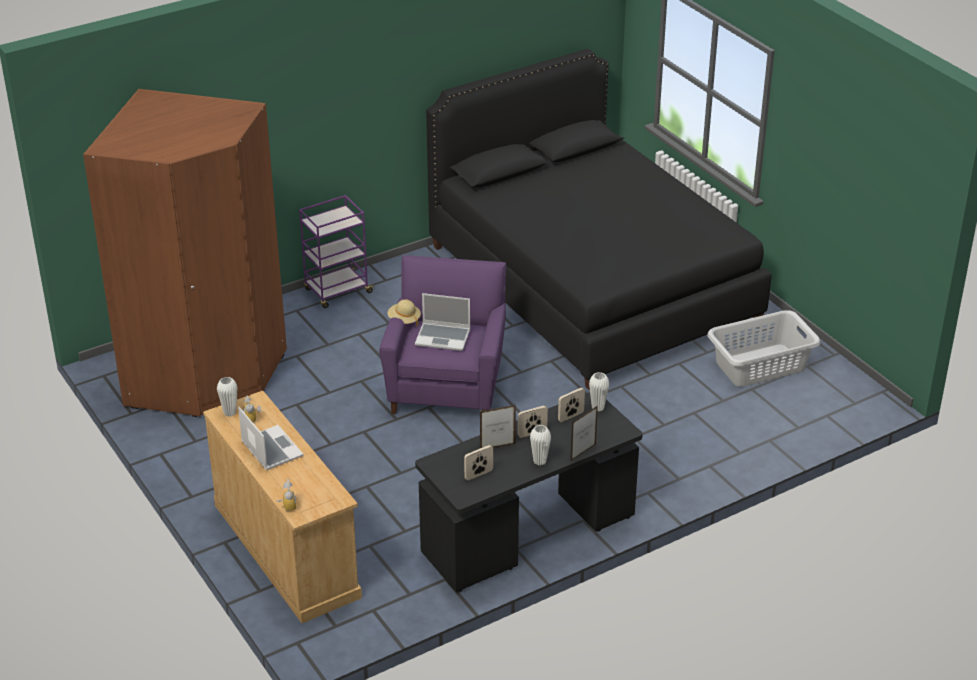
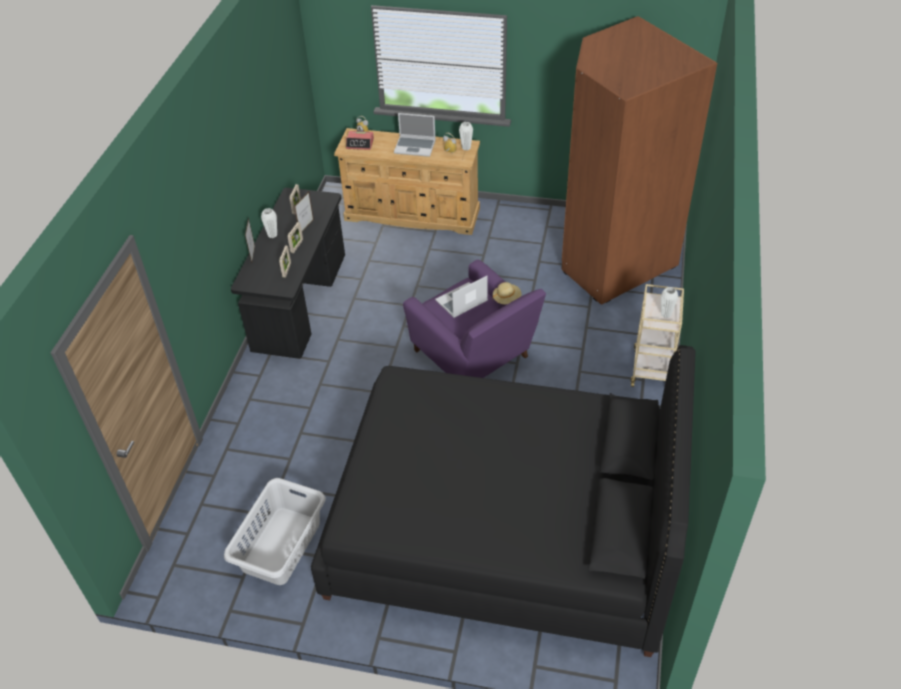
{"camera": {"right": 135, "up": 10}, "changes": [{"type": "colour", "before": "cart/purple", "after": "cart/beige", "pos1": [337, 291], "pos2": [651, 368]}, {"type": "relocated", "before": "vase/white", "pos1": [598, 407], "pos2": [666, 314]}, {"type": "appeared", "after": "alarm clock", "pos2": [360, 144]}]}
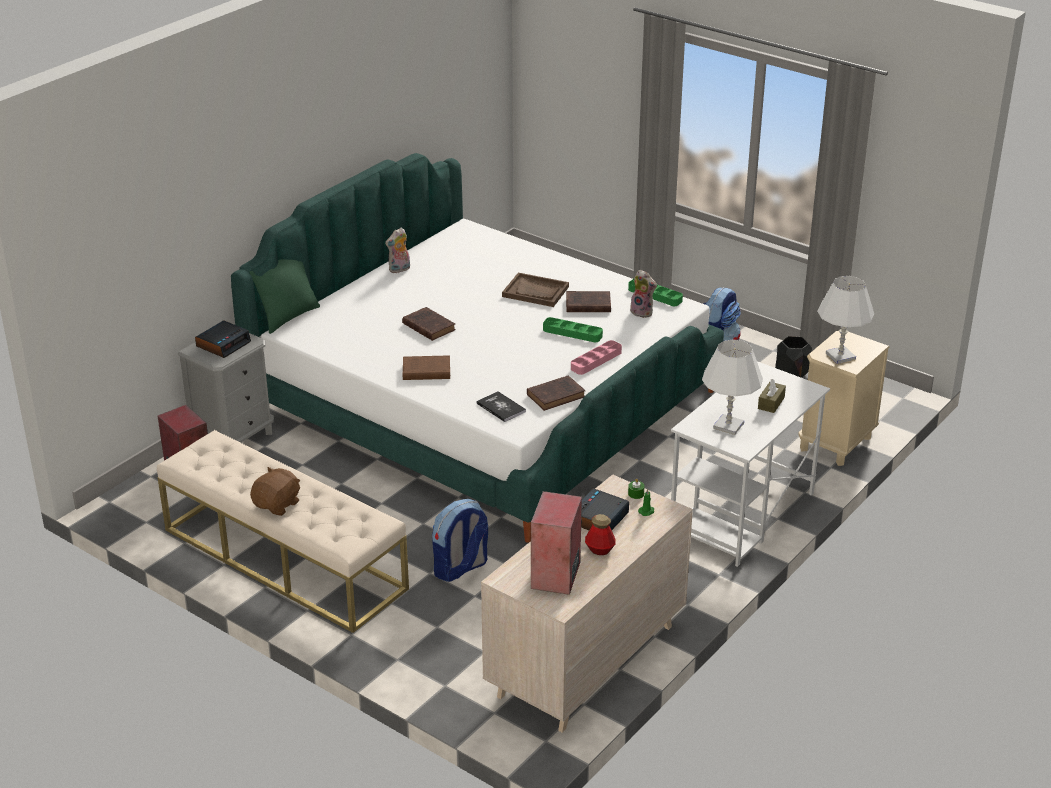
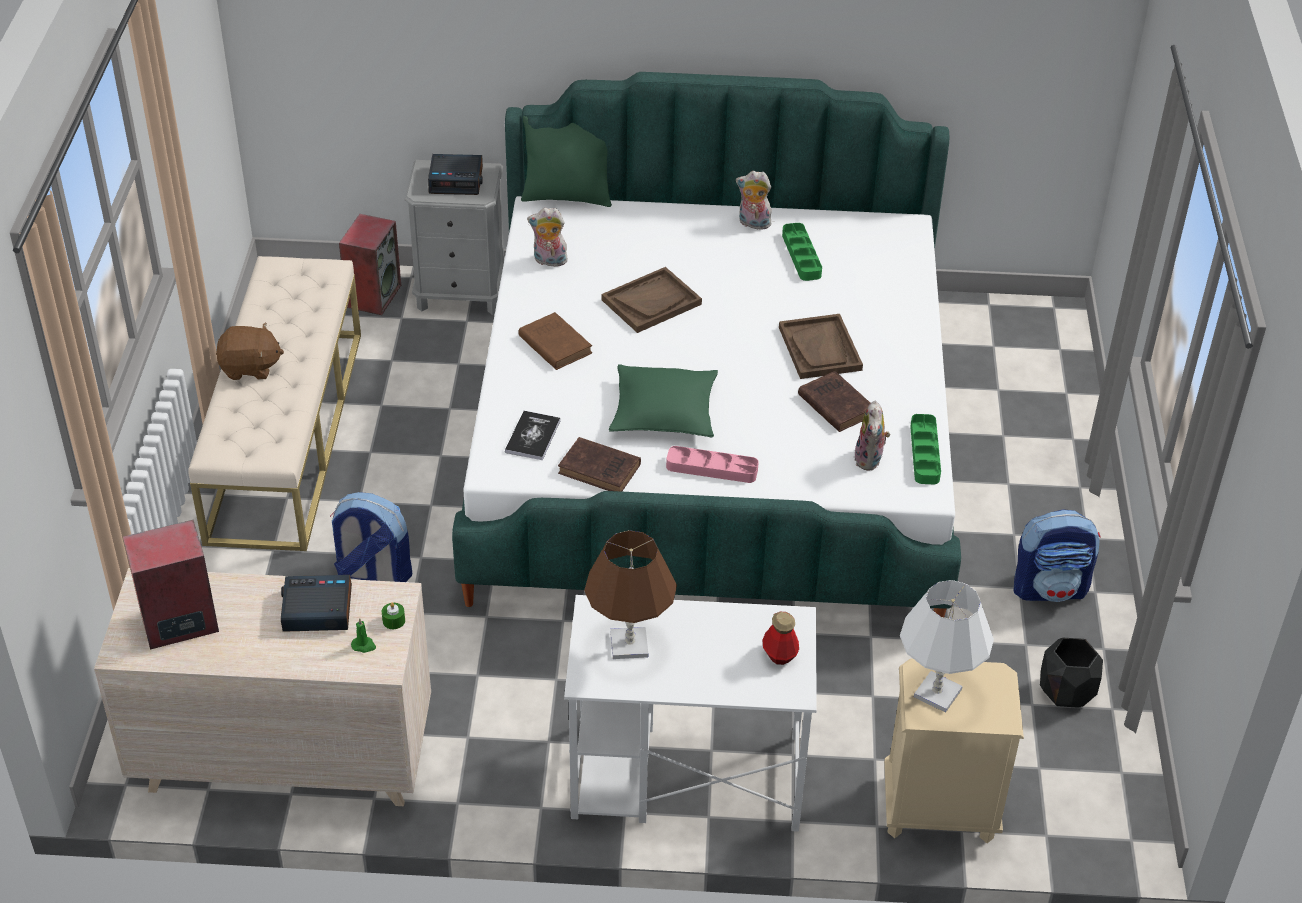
{"camera": {"right": 55, "up": 10}, "changes": [{"type": "exchanged", "before": "book/brown", "after": "tray/brown", "pos1": [428, 326], "pos2": [651, 302]}, {"type": "relocated", "before": "tray/green", "pos1": [572, 333], "pos2": [801, 255]}, {"type": "relocated", "before": "bottle", "pos1": [600, 550], "pos2": [779, 655]}, {"type": "colour", "before": "table lamp/white", "after": "table lamp/brown", "pos1": [728, 425], "pos2": [629, 644]}, {"type": "missing", "before": "tissue box/brown", "pos1": [771, 403]}, {"type": "appeared", "after": "plush toy", "pos2": [549, 261]}, {"type": "appeared", "after": "pillow/green", "pos2": [664, 412]}]}
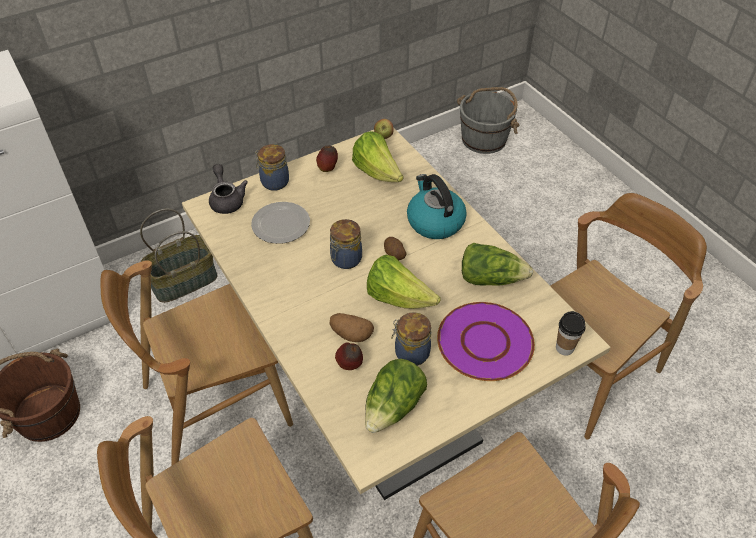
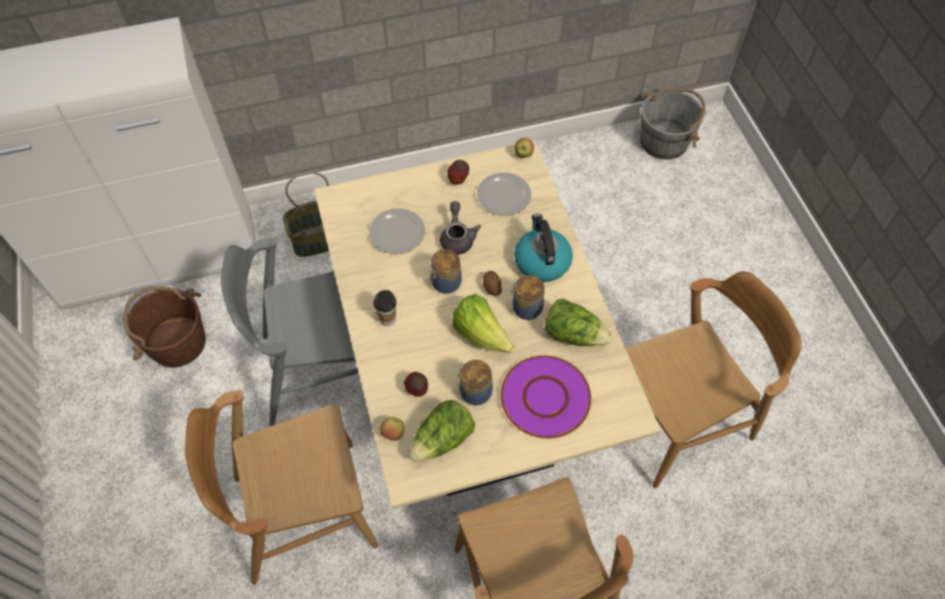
{"camera": {"right": 15, "up": 10}, "changes": [{"type": "colour", "before": "chair/brown", "after": "chair/grey", "pos1": [215, 404], "pos2": [322, 369]}, {"type": "relocated", "before": "teapot/grey", "pos1": [227, 200], "pos2": [457, 237]}, {"type": "relocated", "before": "jar", "pos1": [273, 182], "pos2": [526, 307]}, {"type": "missing", "before": "potato", "pos1": [351, 334]}, {"type": "exchanged", "before": "lettuce", "after": "plate", "pos1": [377, 173], "pos2": [504, 195]}, {"type": "relocated", "before": "cup", "pos1": [564, 348], "pos2": [387, 319]}, {"type": "appeared", "after": "apple", "pos2": [393, 433]}]}
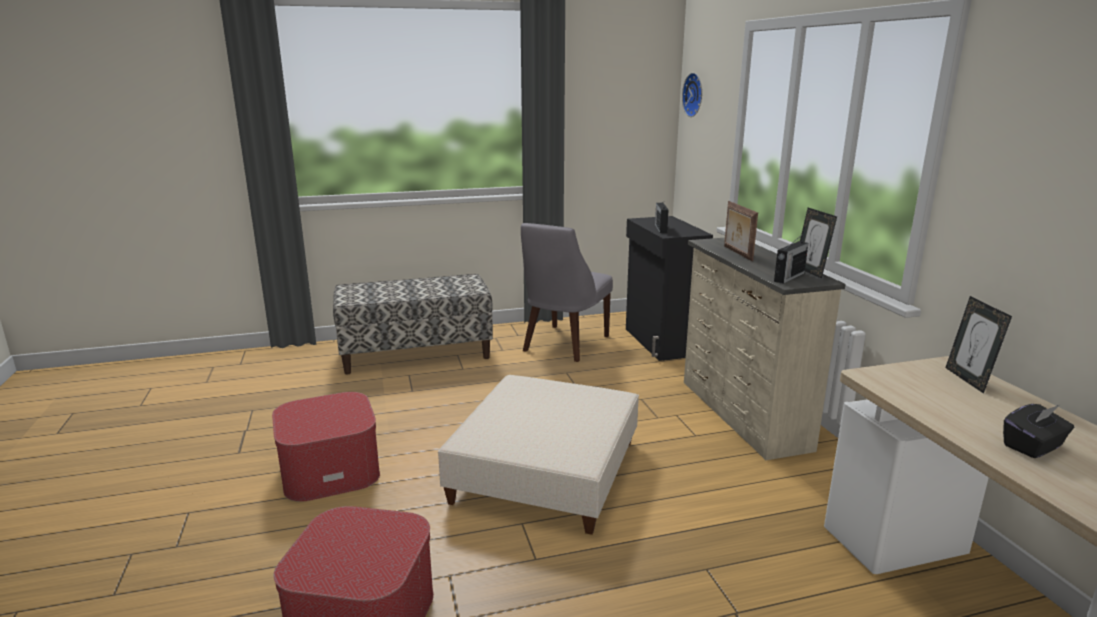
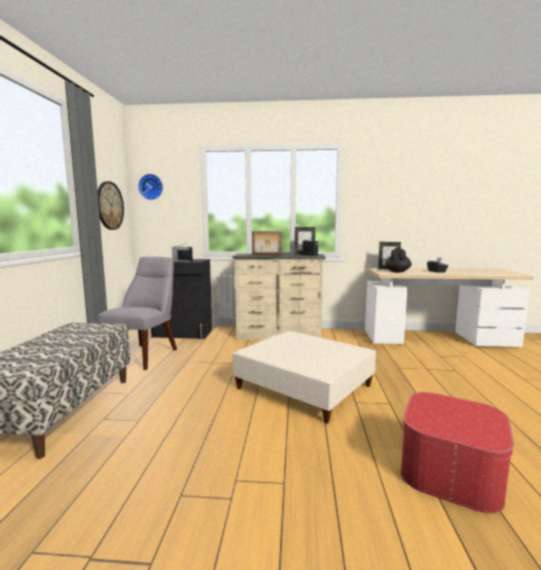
{"camera": {"right": -70, "up": -10}, "changes": [{"type": "missing", "before": "ottoman", "pos1": [330, 470]}, {"type": "spun", "before": "chair/grey", "pos1": [563, 345], "pos2": [145, 355], "turn": -120}, {"type": "appeared", "after": "wall clock", "pos2": [109, 205]}, {"type": "appeared", "after": "teapot/black", "pos2": [397, 271]}]}
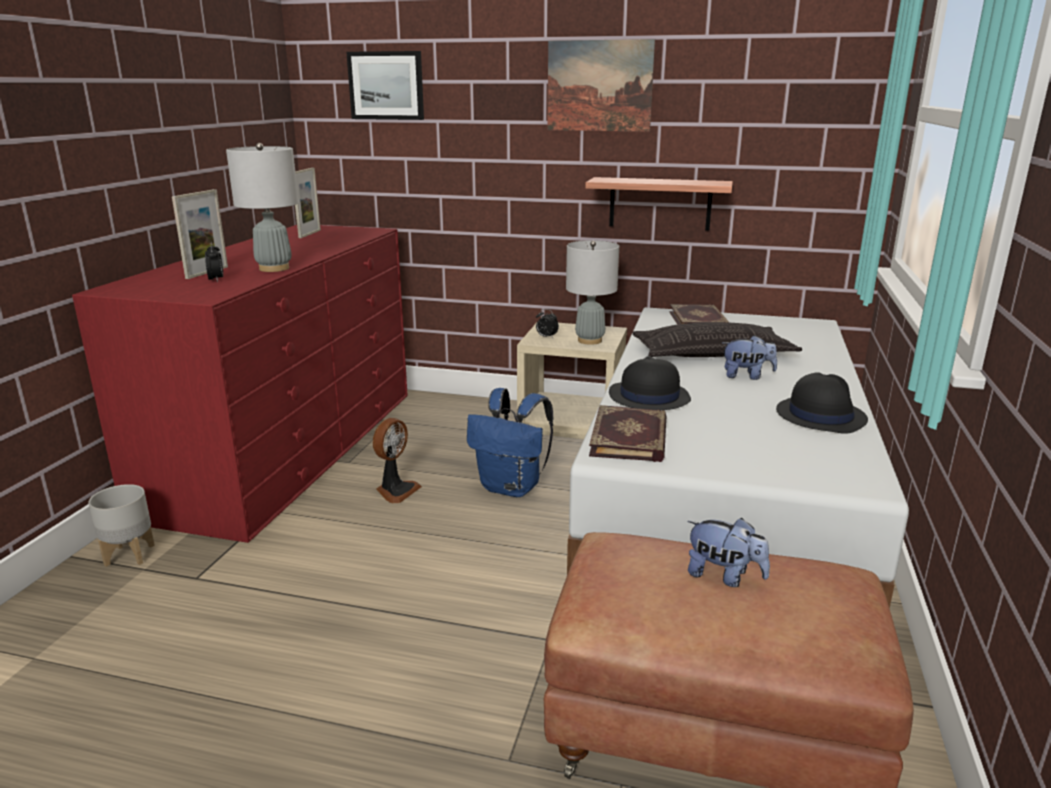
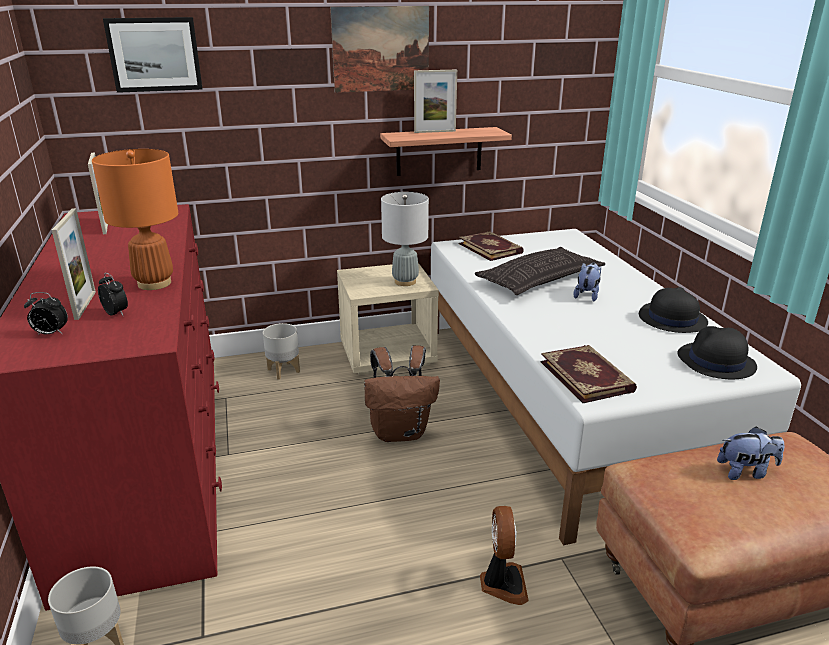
{"camera": {"right": -30, "up": 5}, "changes": [{"type": "colour", "before": "table lamp/grey", "after": "table lamp/orange", "pos1": [274, 268], "pos2": [154, 283]}, {"type": "relocated", "before": "fan", "pos1": [396, 490], "pos2": [502, 583]}, {"type": "colour", "before": "backpack/blue", "after": "backpack/brown", "pos1": [512, 487], "pos2": [400, 432]}, {"type": "relocated", "before": "alarm clock", "pos1": [546, 337], "pos2": [50, 334]}, {"type": "relocated", "before": "hat/black", "pos1": [648, 397], "pos2": [715, 362]}, {"type": "spun", "before": "plush toy", "pos1": [746, 376], "pos2": [587, 295], "turn": -45}, {"type": "appeared", "after": "planter/grey", "pos2": [284, 371]}, {"type": "appeared", "after": "picture frame", "pos2": [435, 132]}]}
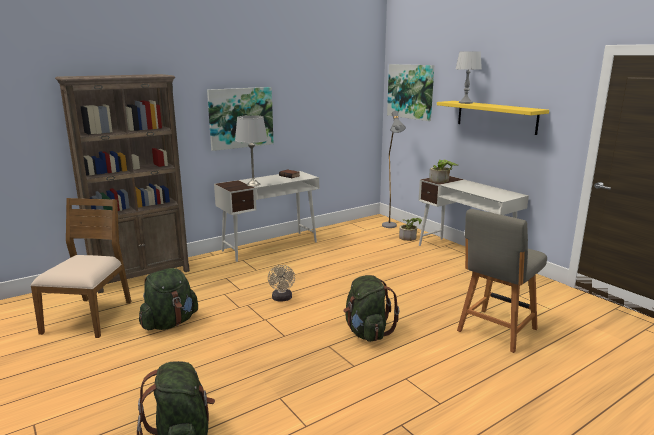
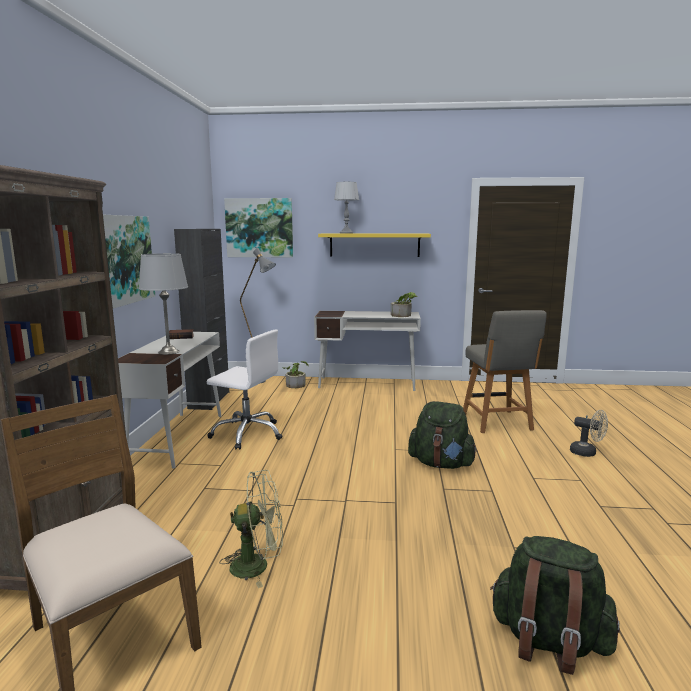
{"camera": {"right": -50, "up": -5}, "changes": [{"type": "exchanged", "before": "backpack/green", "after": "fan/green", "pos1": [170, 323], "pos2": [258, 565]}, {"type": "relocated", "before": "fan/beige", "pos1": [282, 299], "pos2": [587, 453]}, {"type": "relocated", "before": "potted plant", "pos1": [441, 180], "pos2": [403, 315]}, {"type": "appeared", "after": "cabinet/black", "pos2": [209, 400]}, {"type": "appeared", "after": "office chair/white", "pos2": [247, 433]}]}
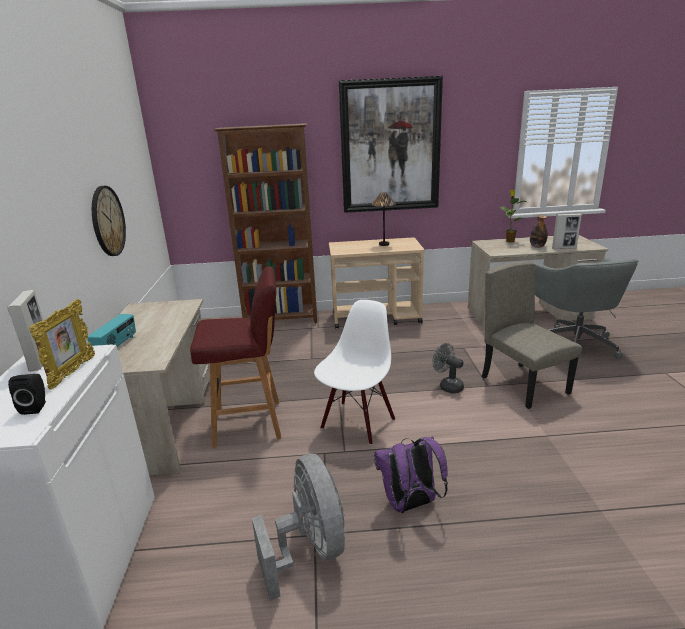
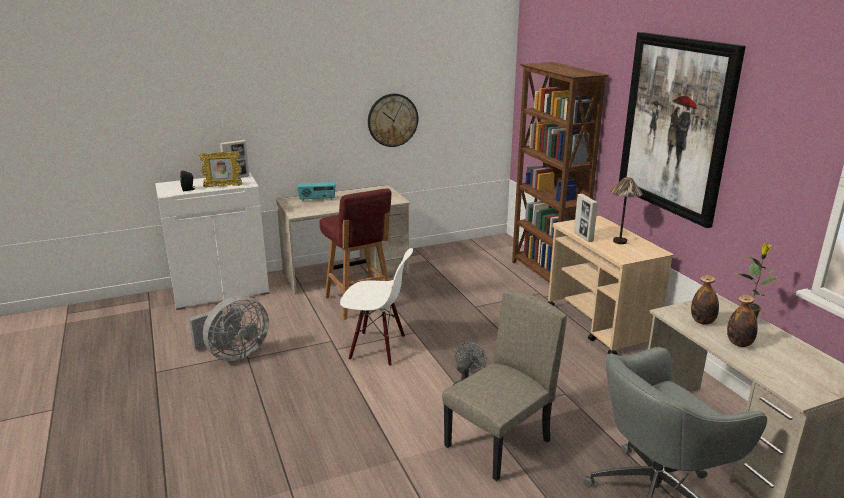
{"camera": {"right": 70, "up": 0}, "changes": [{"type": "missing", "before": "backpack/purple", "pos1": [410, 504]}, {"type": "relocated", "before": "picture frame", "pos1": [564, 248], "pos2": [583, 237]}, {"type": "appeared", "after": "bottle", "pos2": [702, 321]}]}
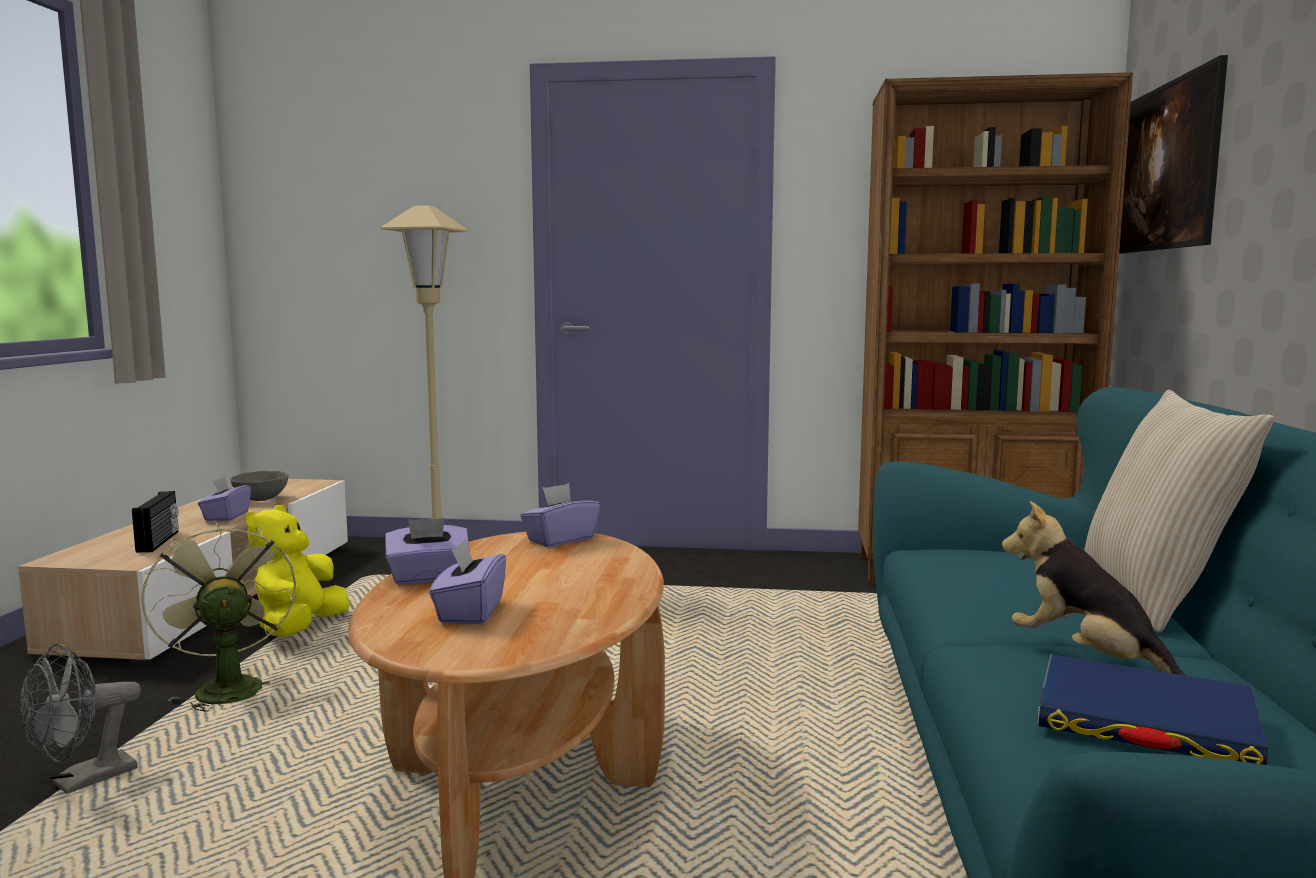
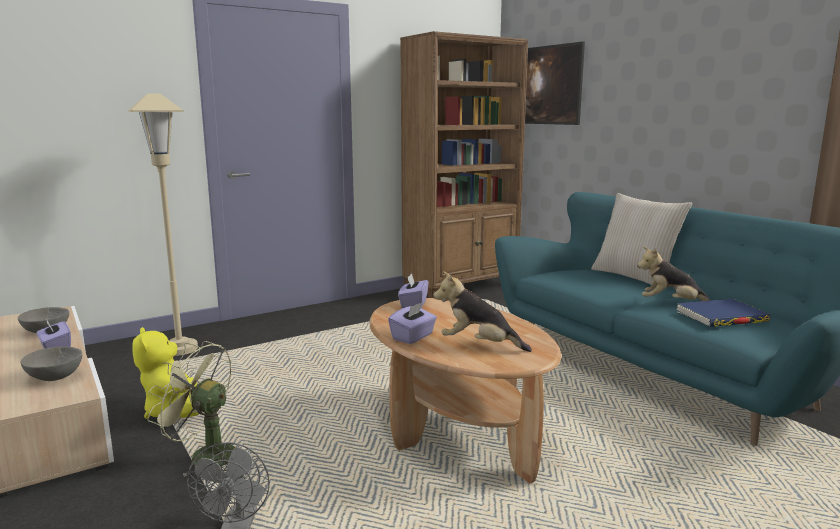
{"camera": {"right": -40, "up": 5}, "changes": [{"type": "exchanged", "before": "radio", "after": "bowl/grey", "pos1": [159, 541], "pos2": [54, 377]}, {"type": "exchanged", "before": "tissue box/purple", "after": "plush toy", "pos1": [469, 612], "pos2": [479, 345]}]}
